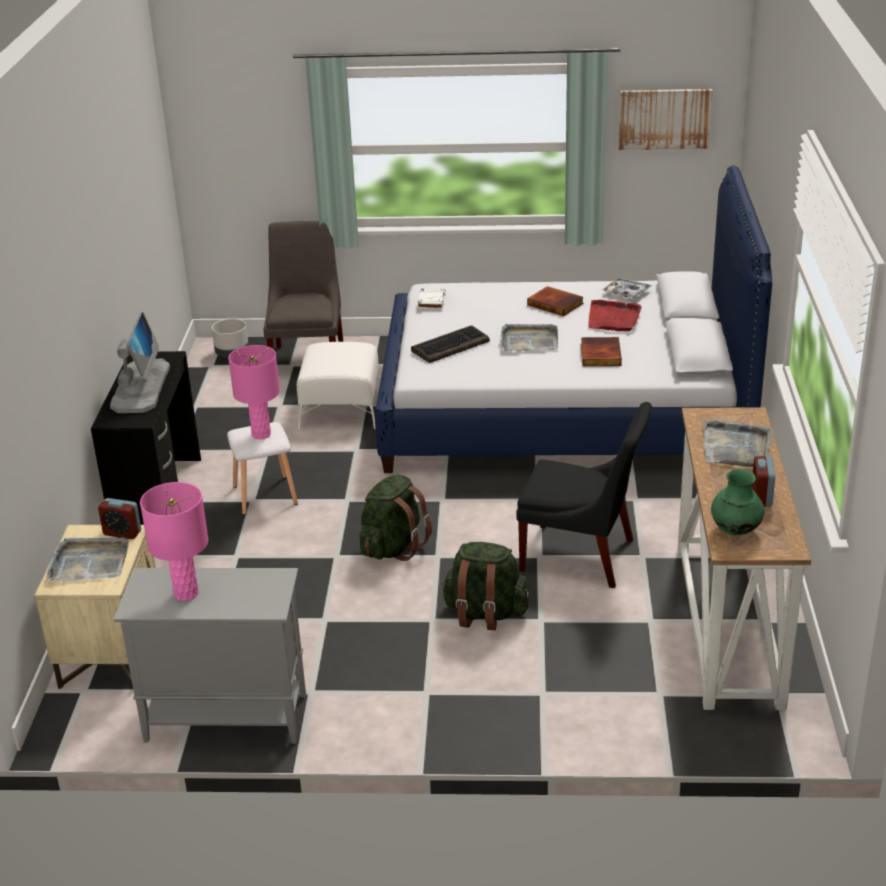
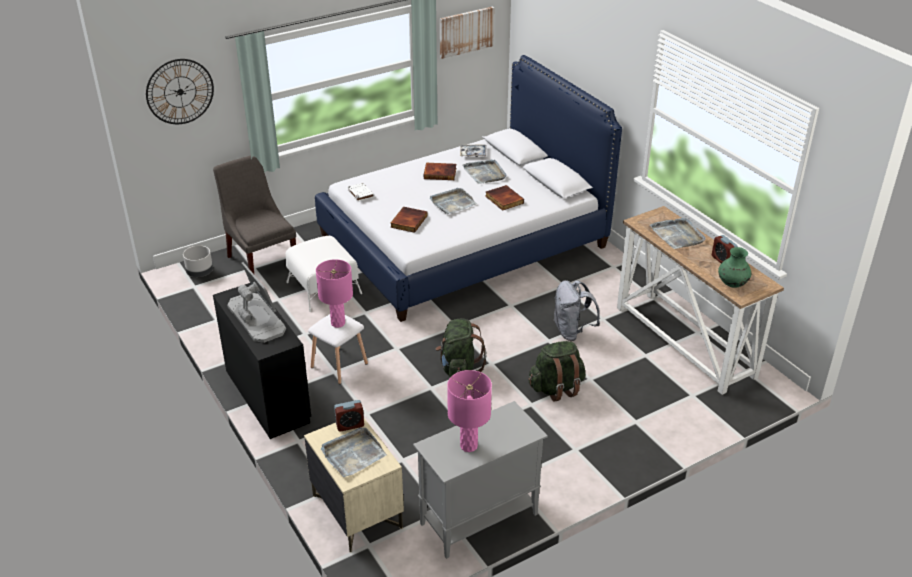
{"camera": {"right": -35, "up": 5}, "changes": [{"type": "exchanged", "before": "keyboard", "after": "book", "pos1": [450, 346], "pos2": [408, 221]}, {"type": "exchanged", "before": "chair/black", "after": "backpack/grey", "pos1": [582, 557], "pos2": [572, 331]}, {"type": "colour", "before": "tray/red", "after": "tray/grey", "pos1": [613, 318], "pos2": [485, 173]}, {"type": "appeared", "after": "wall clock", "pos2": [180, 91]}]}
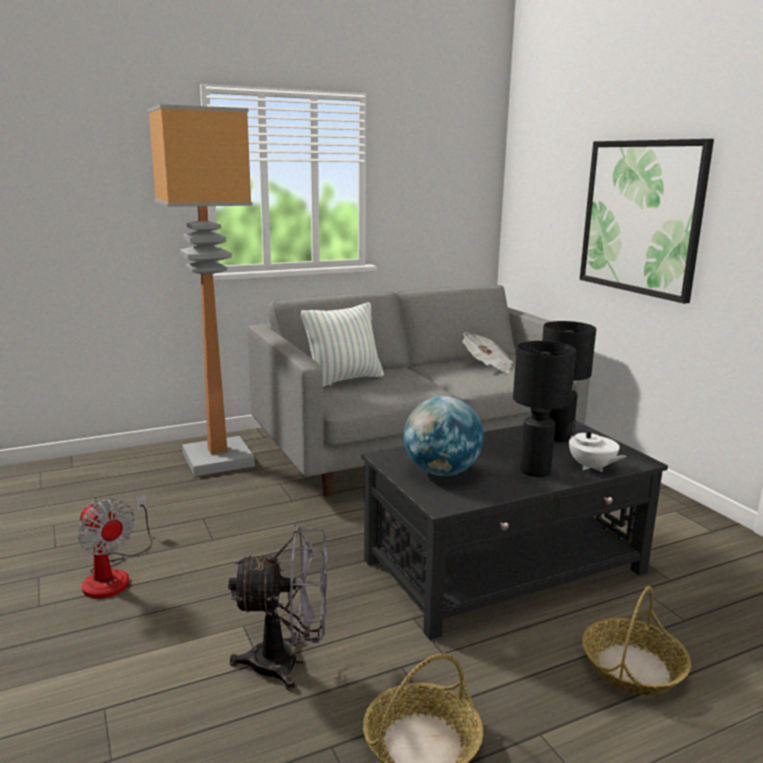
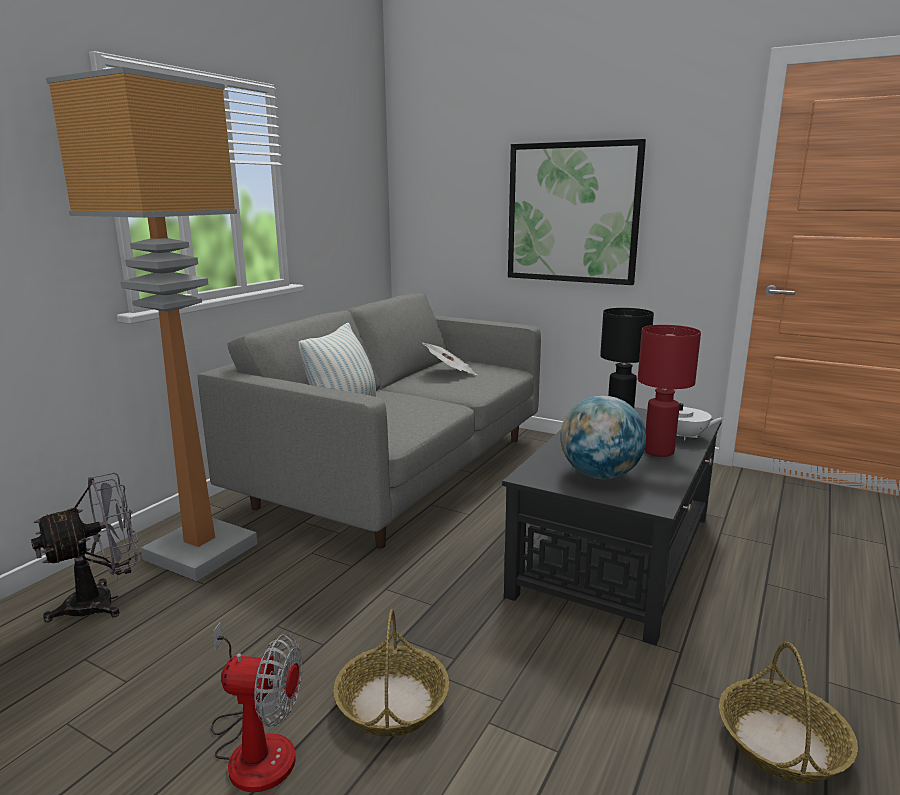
{"camera": {"right": -35, "up": 0}, "changes": [{"type": "relocated", "before": "fan/grey", "pos1": [288, 663], "pos2": [104, 602]}, {"type": "colour", "before": "table lamp/black", "after": "table lamp/red", "pos1": [536, 471], "pos2": [659, 451]}, {"type": "relocated", "before": "basket", "pos1": [632, 667], "pos2": [392, 702]}]}
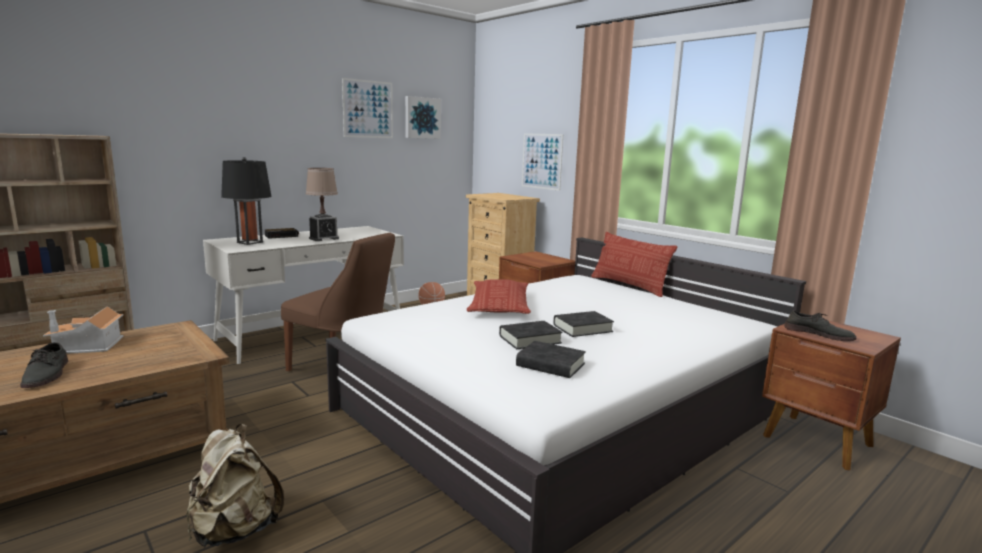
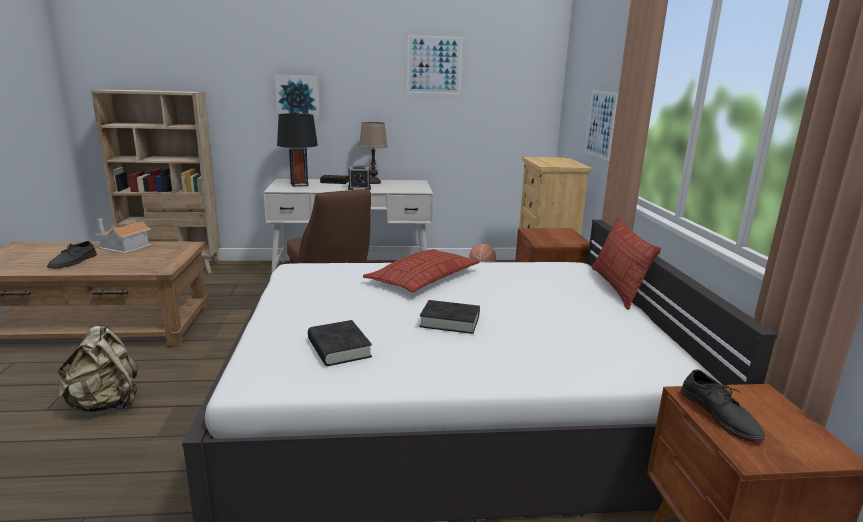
{"camera": {"right": 35, "up": 5}, "changes": [{"type": "relocated", "before": "picture", "pos1": [422, 118], "pos2": [298, 97]}, {"type": "missing", "before": "book/black", "pos1": [530, 339]}]}
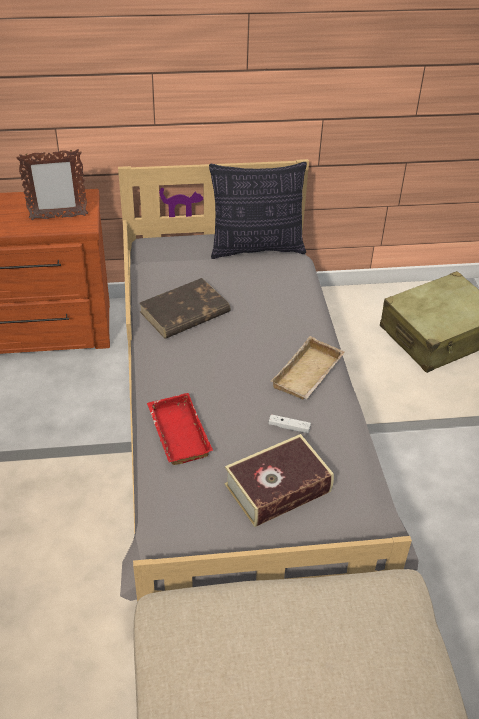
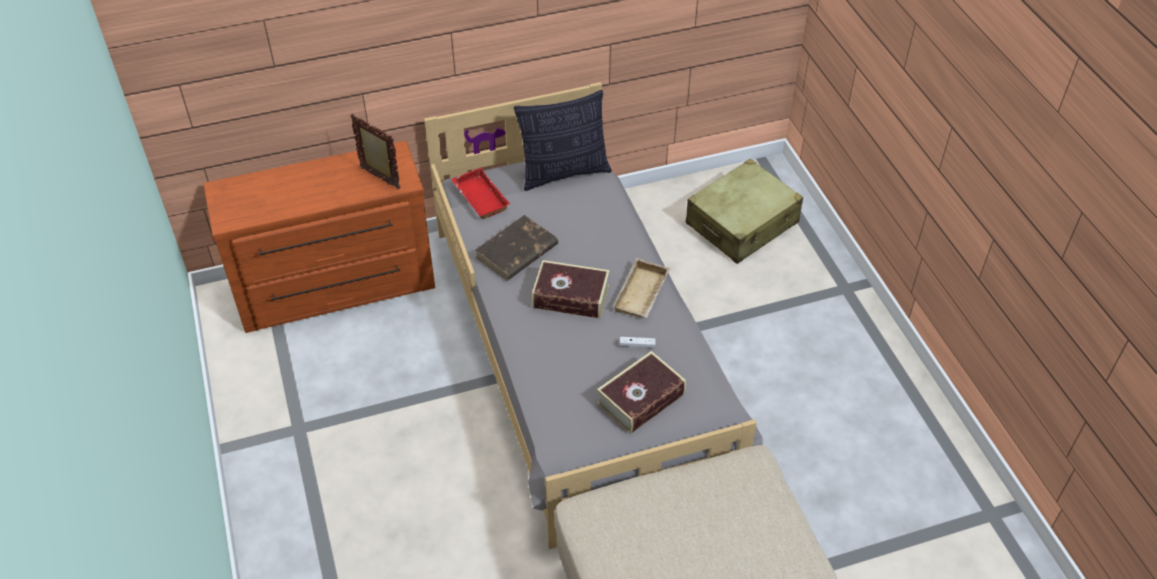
{"camera": {"right": -10, "up": 5}, "changes": [{"type": "spun", "before": "picture frame", "pos1": [58, 217], "pos2": [380, 179], "turn": -120}, {"type": "relocated", "before": "tray/red", "pos1": [176, 433], "pos2": [478, 198]}, {"type": "appeared", "after": "book", "pos2": [571, 296]}]}
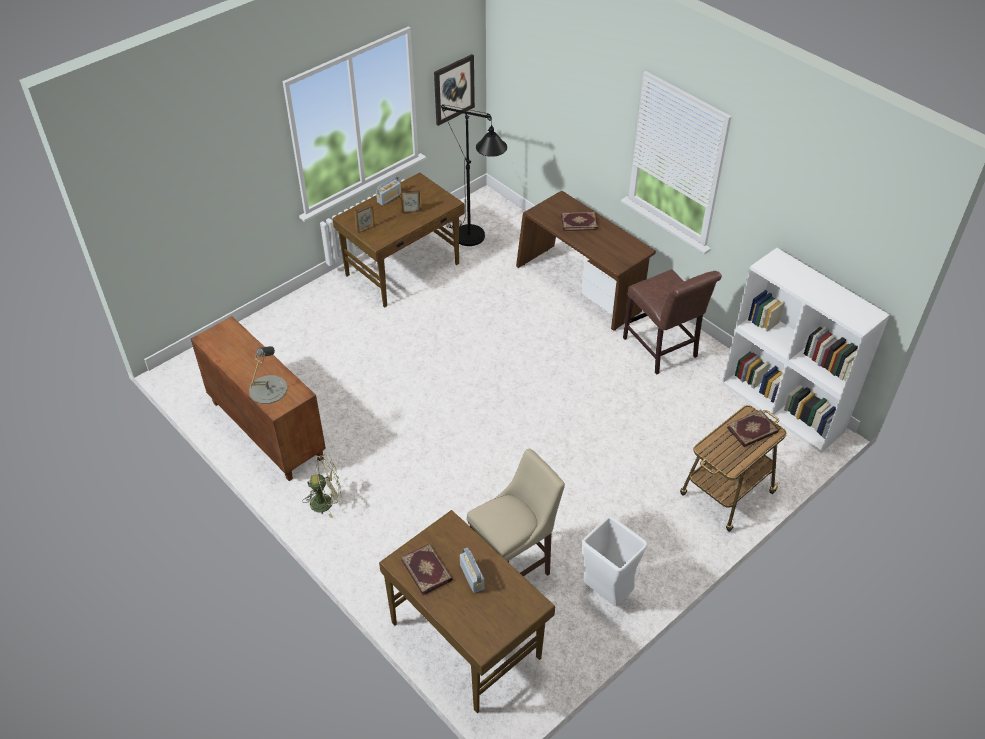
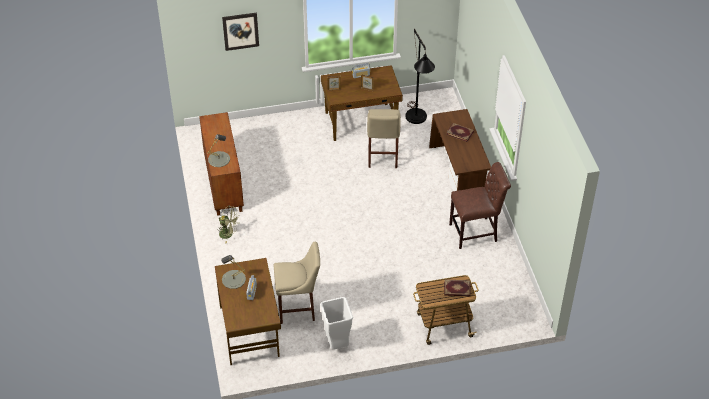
{"camera": {"right": 30, "up": 0}, "changes": [{"type": "exchanged", "before": "book", "after": "table lamp/grey", "pos1": [427, 570], "pos2": [233, 279]}, {"type": "relocated", "before": "picture", "pos1": [454, 89], "pos2": [240, 31]}, {"type": "spun", "before": "chair/brown", "pos1": [662, 350], "pos2": [476, 232], "turn": -105}, {"type": "missing", "before": "bookcase/white", "pos1": [783, 407]}, {"type": "appeared", "after": "stool/beige", "pos2": [382, 158]}]}
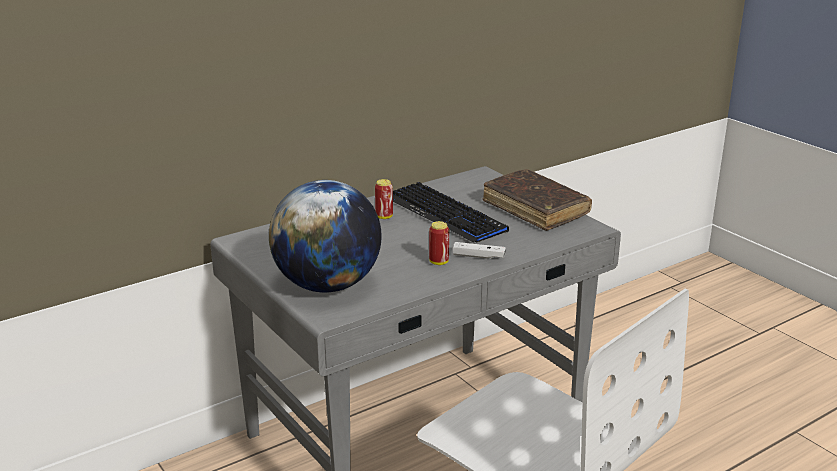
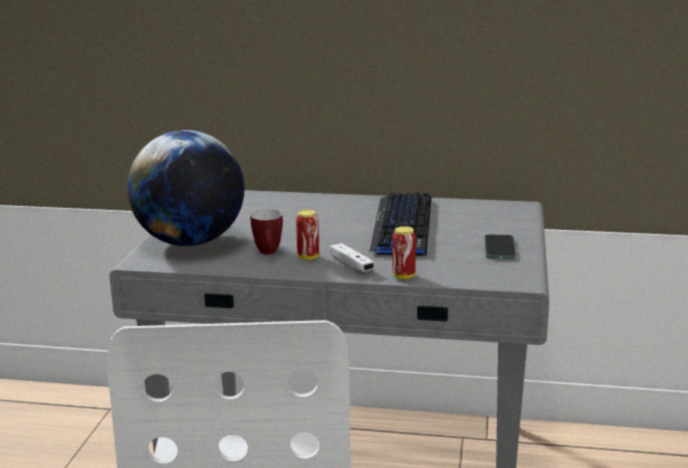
{"camera": {"right": 45, "up": -5}, "changes": [{"type": "relocated", "before": "can", "pos1": [384, 217], "pos2": [403, 276]}, {"type": "exchanged", "before": "book/brown", "after": "phone", "pos1": [535, 209], "pos2": [499, 248]}, {"type": "appeared", "after": "mug", "pos2": [269, 253]}]}
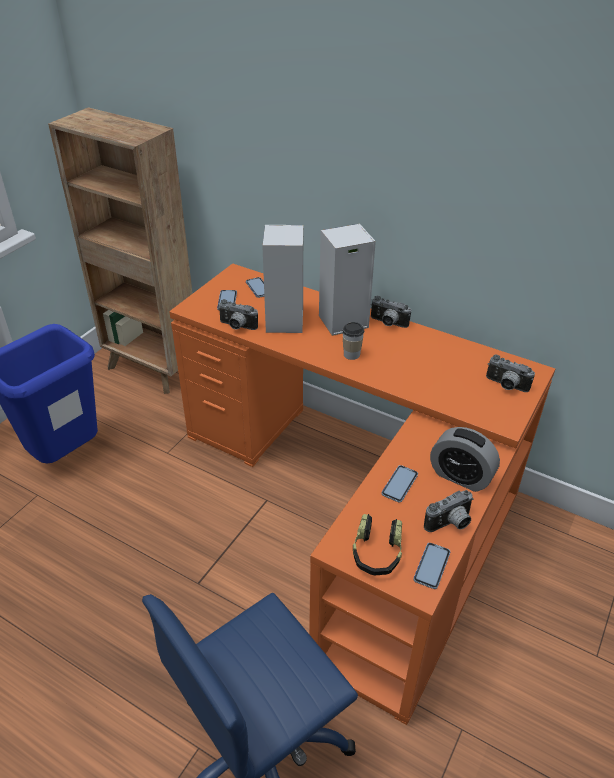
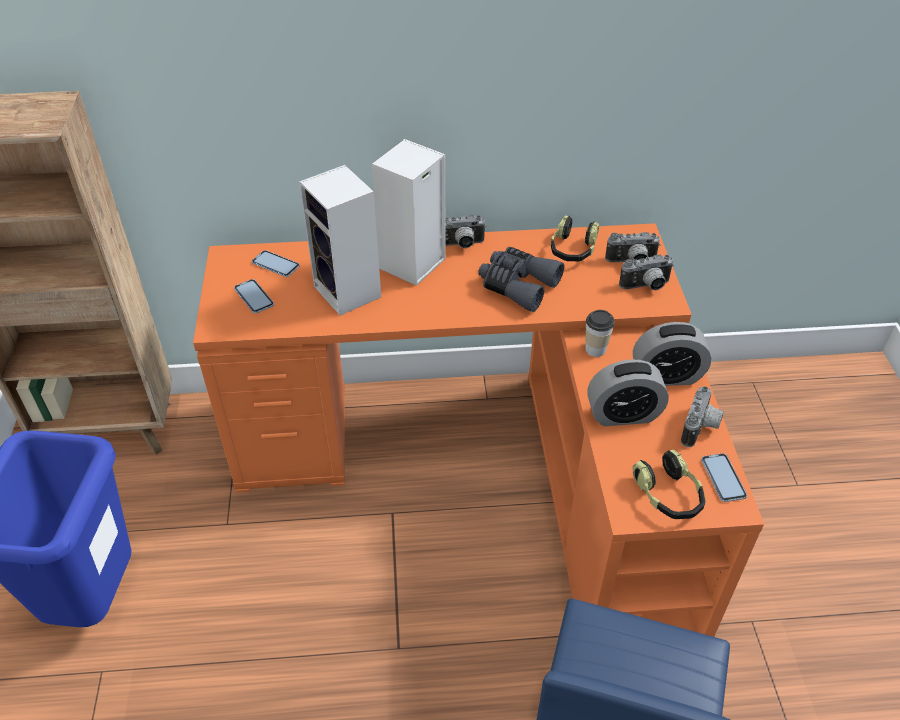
{"camera": {"right": -35, "up": 5}, "changes": [{"type": "relocated", "before": "photo camera", "pos1": [237, 327], "pos2": [646, 287]}, {"type": "relocated", "before": "cup", "pos1": [351, 354], "pos2": [595, 349]}, {"type": "exchanged", "before": "phone", "after": "alarm clock", "pos1": [399, 484], "pos2": [623, 414]}, {"type": "appeared", "after": "binoculars/grey", "pos2": [517, 285]}, {"type": "appeared", "after": "headphones", "pos2": [572, 250]}]}
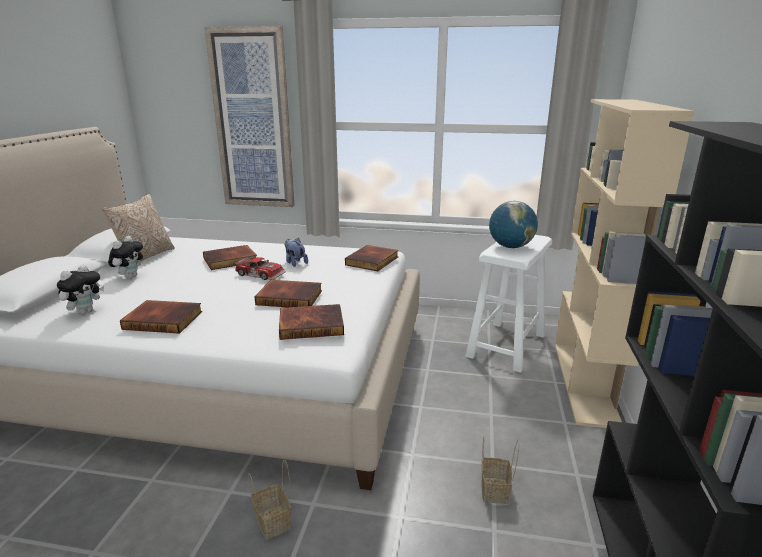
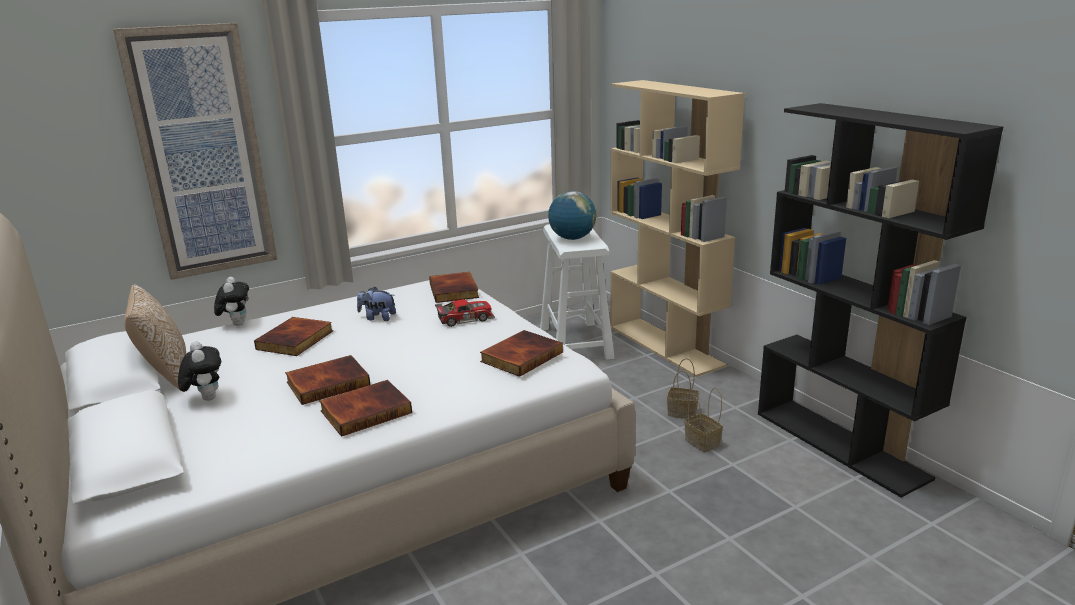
{"camera": {"right": -40, "up": 0}, "changes": [{"type": "relocated", "before": "plush toy", "pos1": [85, 312], "pos2": [236, 324]}, {"type": "relocated", "before": "toy car", "pos1": [261, 273], "pos2": [465, 318]}, {"type": "relocated", "before": "basket", "pos1": [274, 522], "pos2": [683, 412]}, {"type": "relocated", "before": "book", "pos1": [290, 297], "pos2": [328, 383]}]}
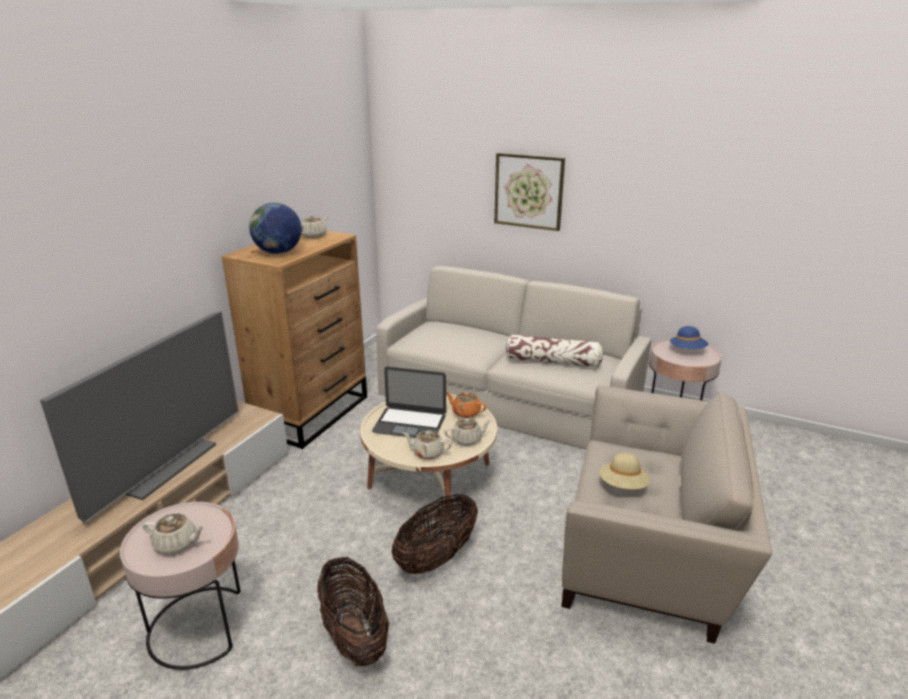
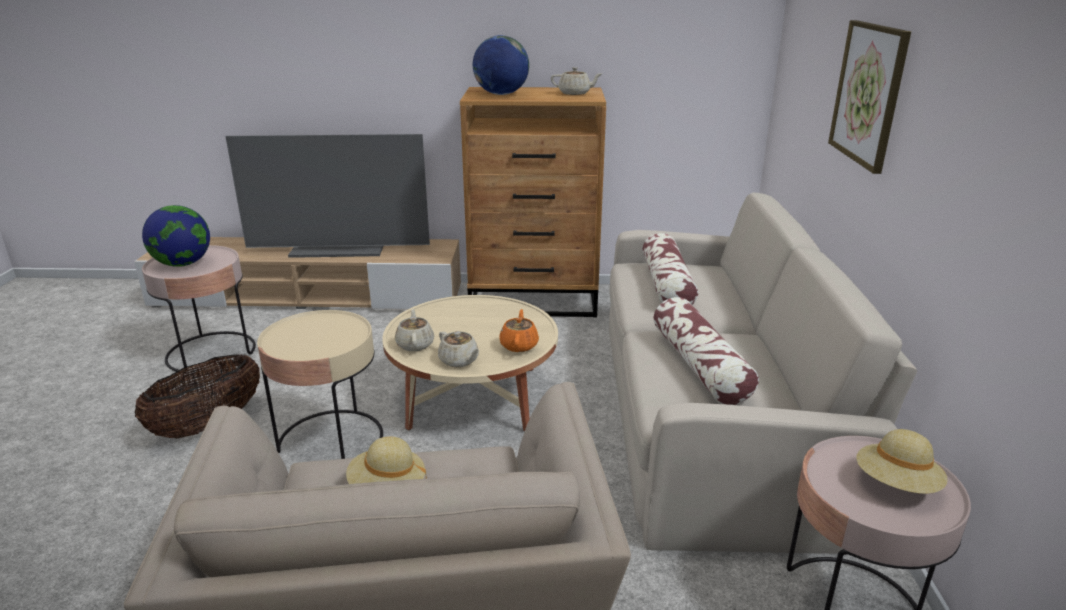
{"camera": {"right": 65, "up": 0}, "changes": [{"type": "exchanged", "before": "teapot/beige", "after": "globe", "pos1": [177, 544], "pos2": [183, 264]}, {"type": "missing", "before": "laptop", "pos1": [410, 423]}, {"type": "exchanged", "before": "basket", "after": "side table/beige", "pos1": [437, 557], "pos2": [331, 440]}, {"type": "colour", "before": "hat/blue", "after": "hat/beige", "pos1": [687, 350], "pos2": [896, 484]}, {"type": "appeared", "after": "pillow", "pos2": [667, 285]}]}
